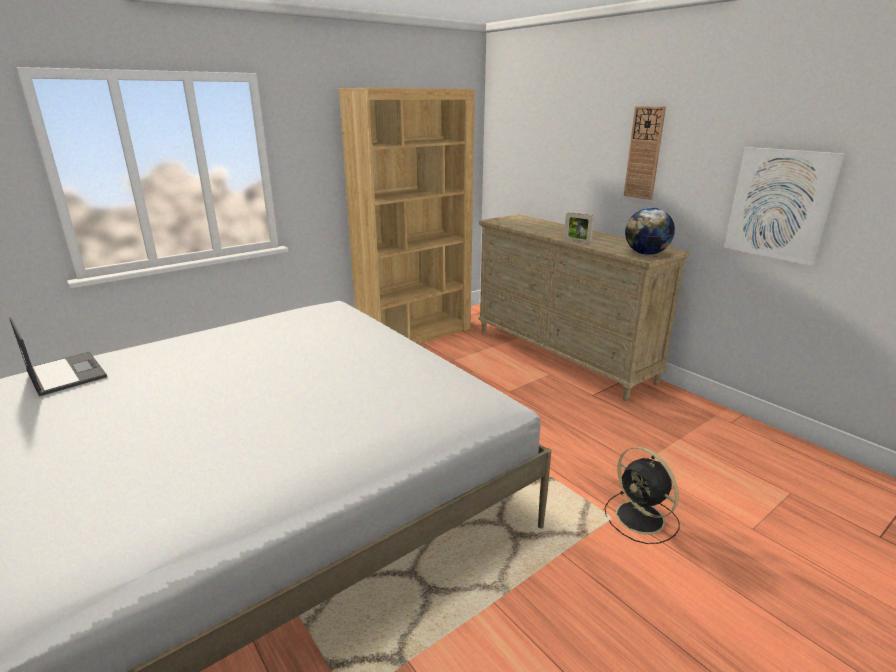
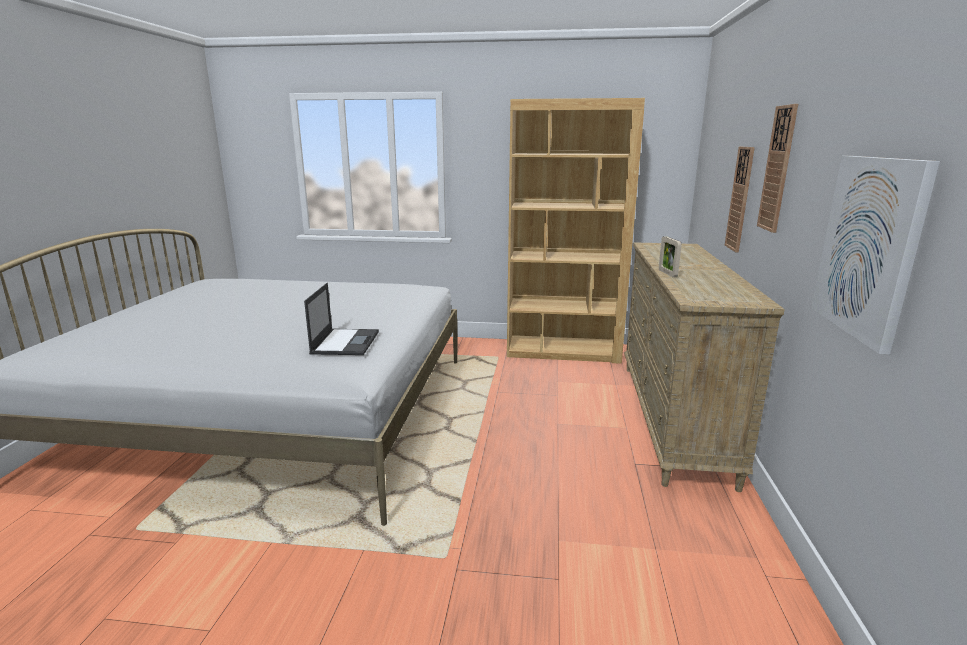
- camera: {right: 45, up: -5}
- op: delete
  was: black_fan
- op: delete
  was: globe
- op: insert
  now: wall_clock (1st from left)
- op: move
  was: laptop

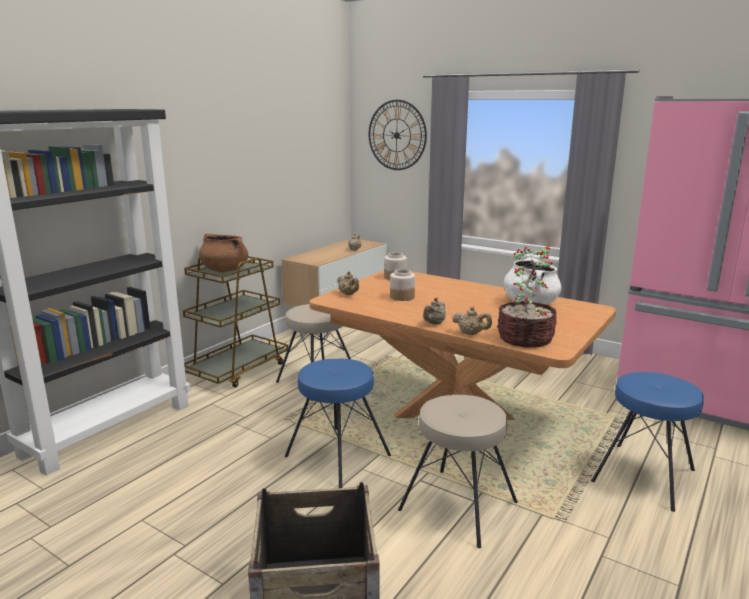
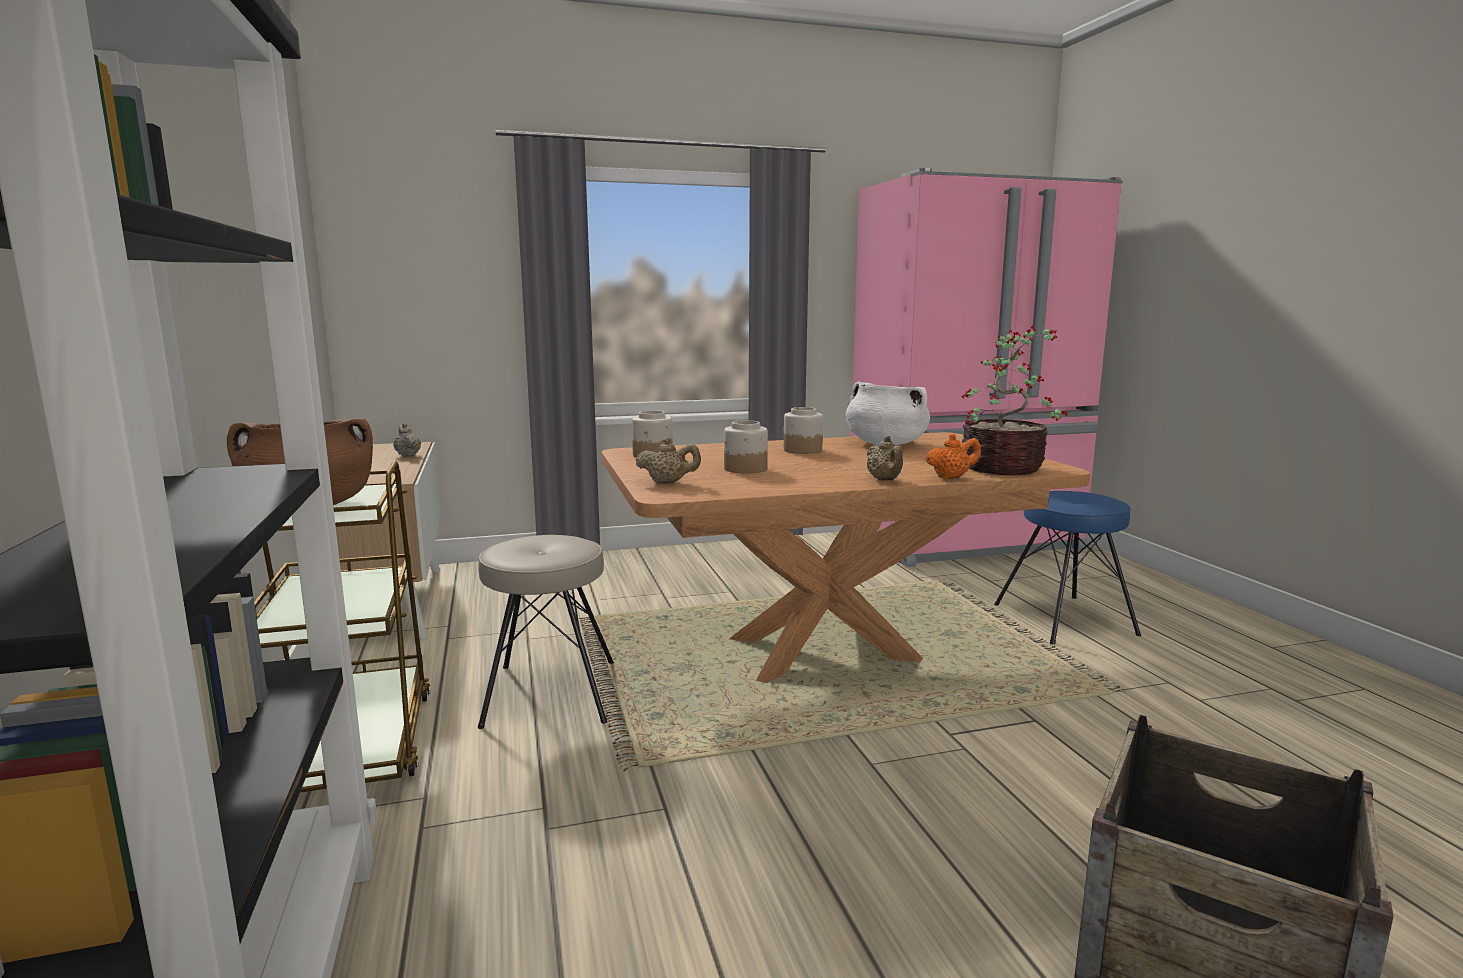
- camera: {right: -50, up: -5}
- op: delete
  was: blue_stool (1st from left)
- op: delete
  was: wall_clock
- op: delete
  was: beige_stool (2nd from left)
- op: insert
  now: jar (3rd from left)
- op: recolor
  was: beige_teapot (4th from left)
  now: orange_teapot

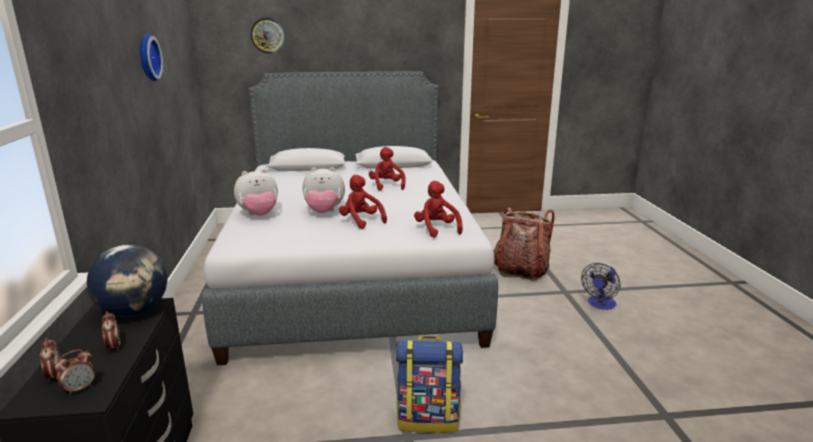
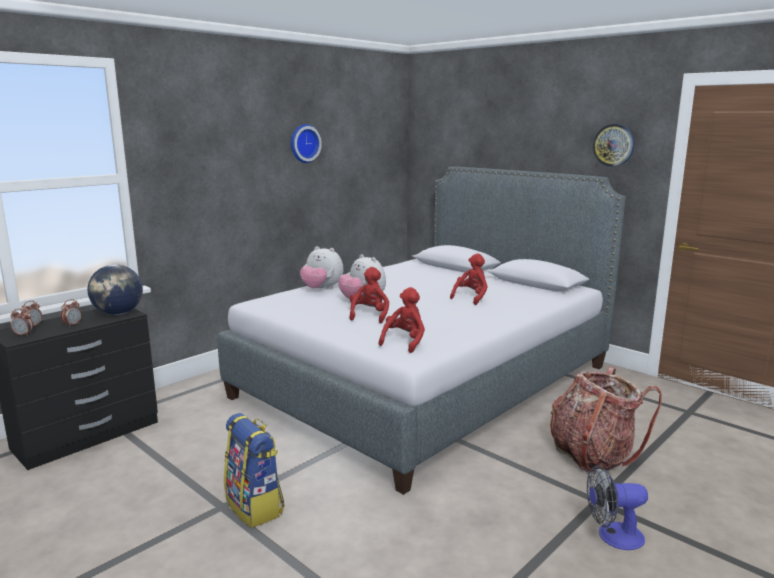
- camera: {right: 50, up: -5}
- op: move
  was: wall_clock (2nd from left)

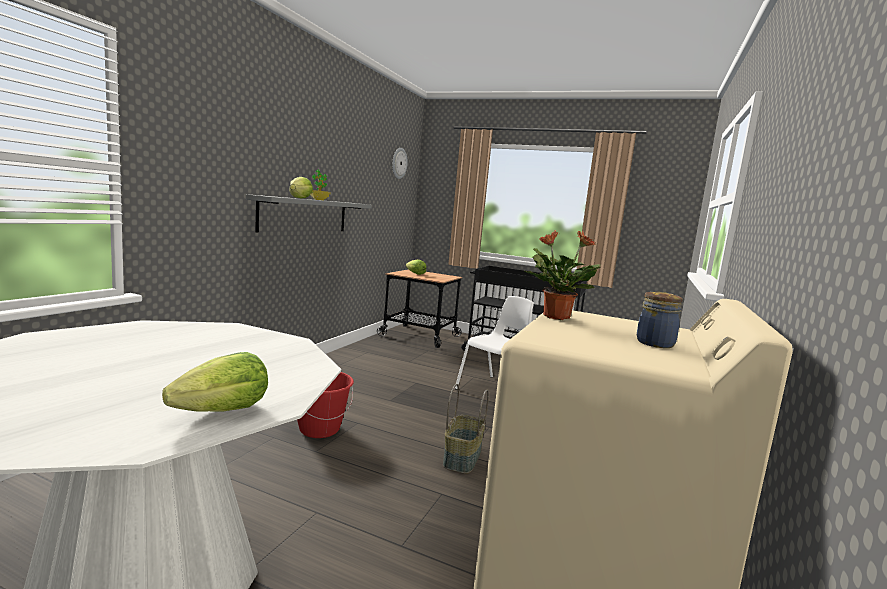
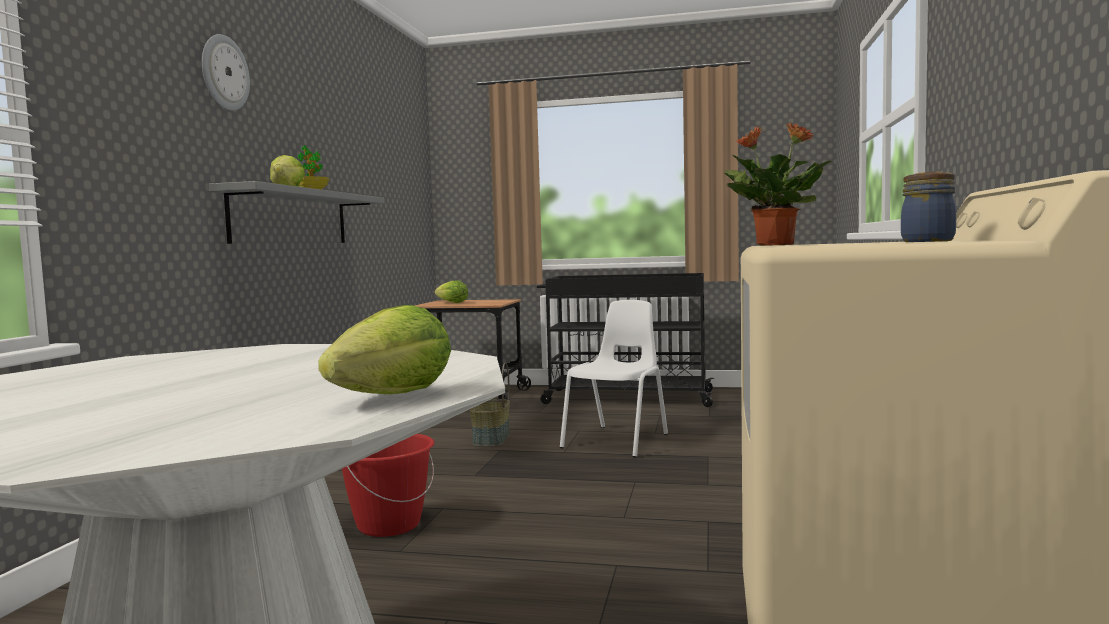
- camera: {right: -10, up: -5}
- op: move
  was: wall_clock
- op: move
  was: basket

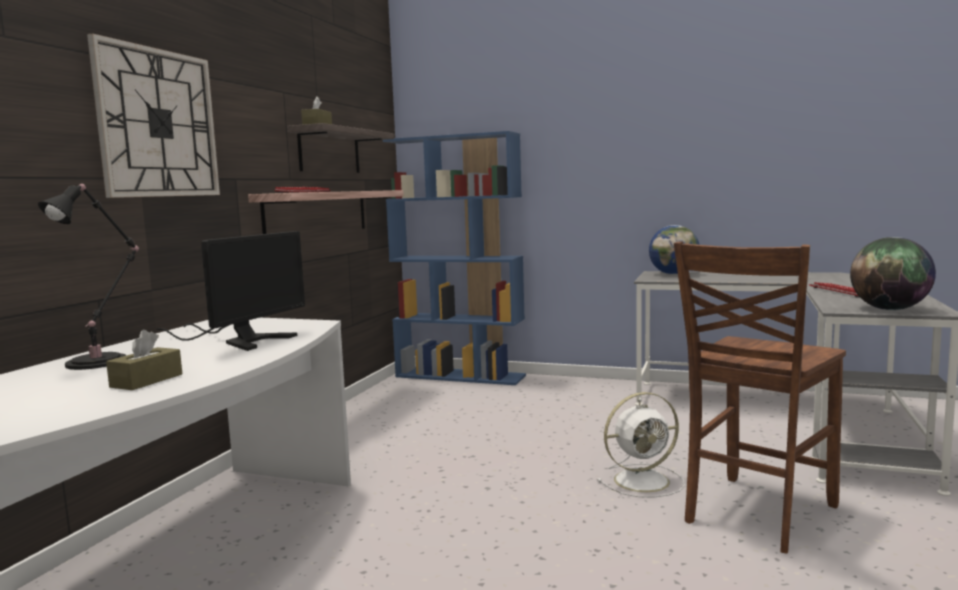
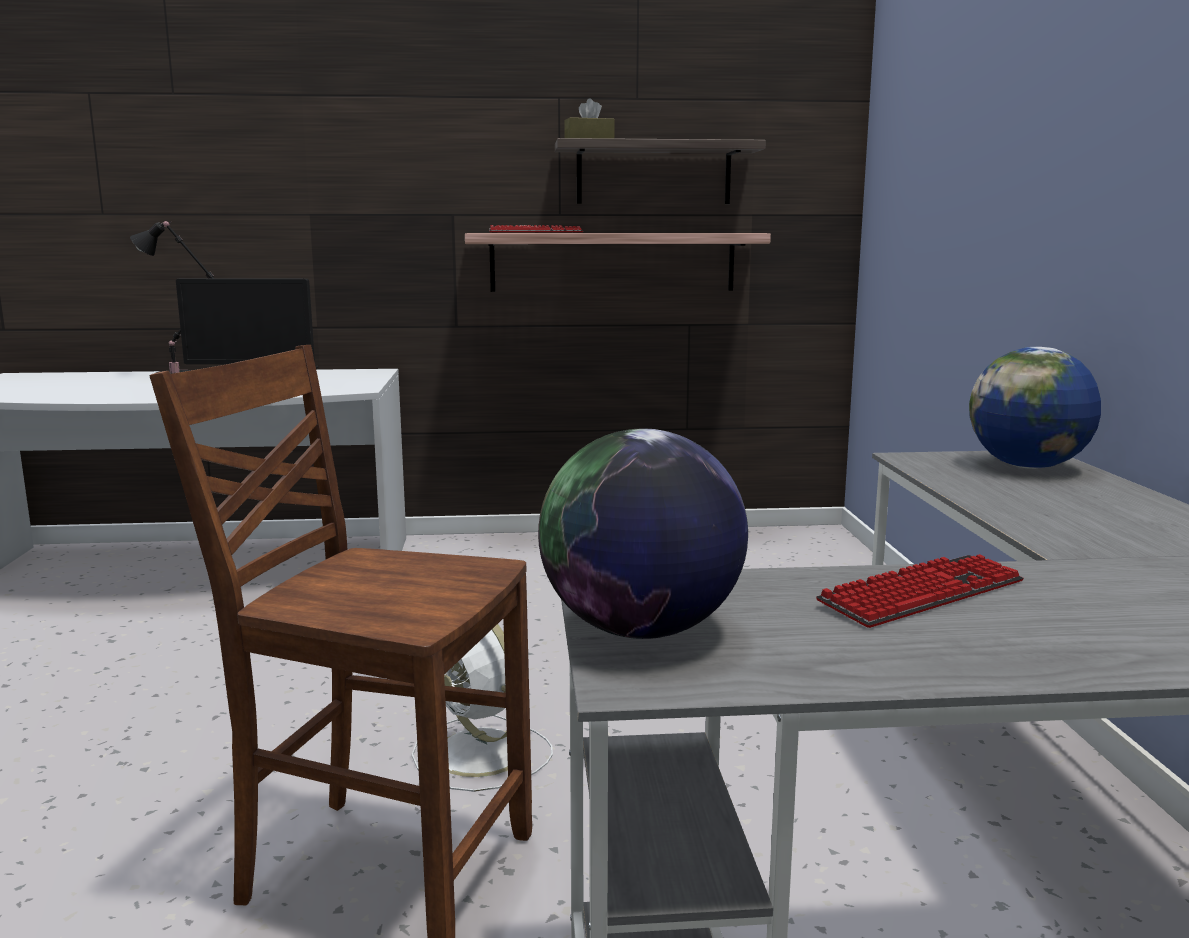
- camera: {right: 65, up: 5}
- op: delete
  was: wall_clock
- op: delete
  was: brown_tissue_box (1st from left)
- op: delete
  was: blue_bookcase

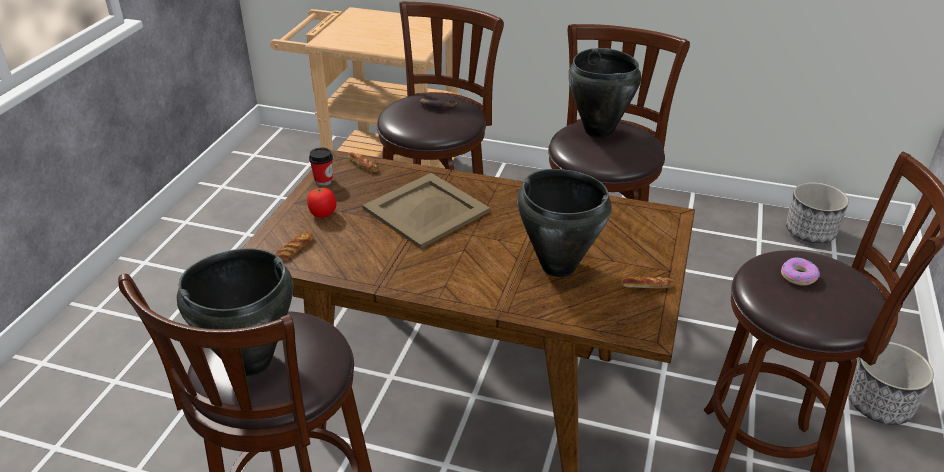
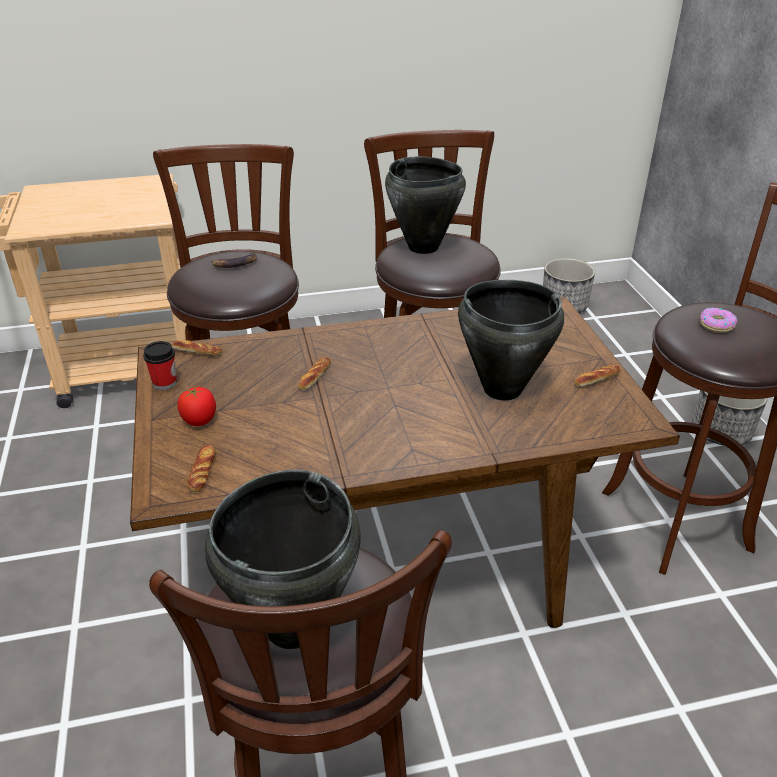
- camera: {right: -30, up: 0}
- op: replace
  was: beige_tray
  now: bread (3rd from left)

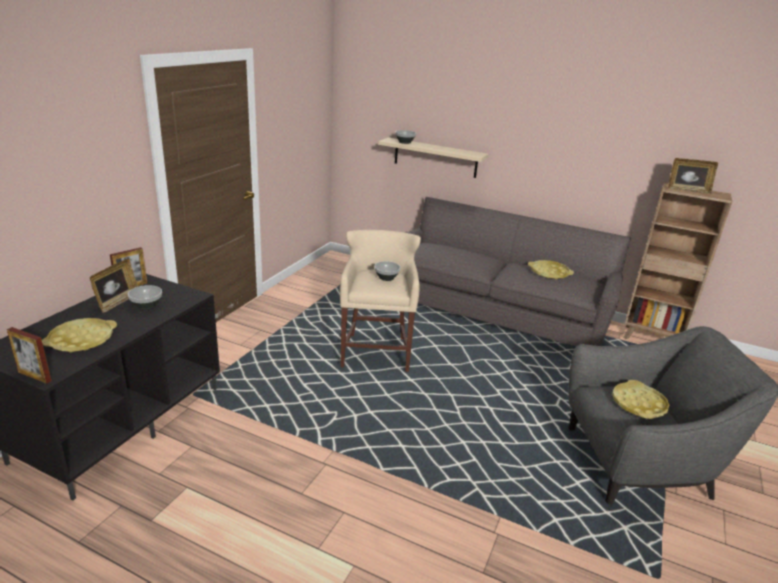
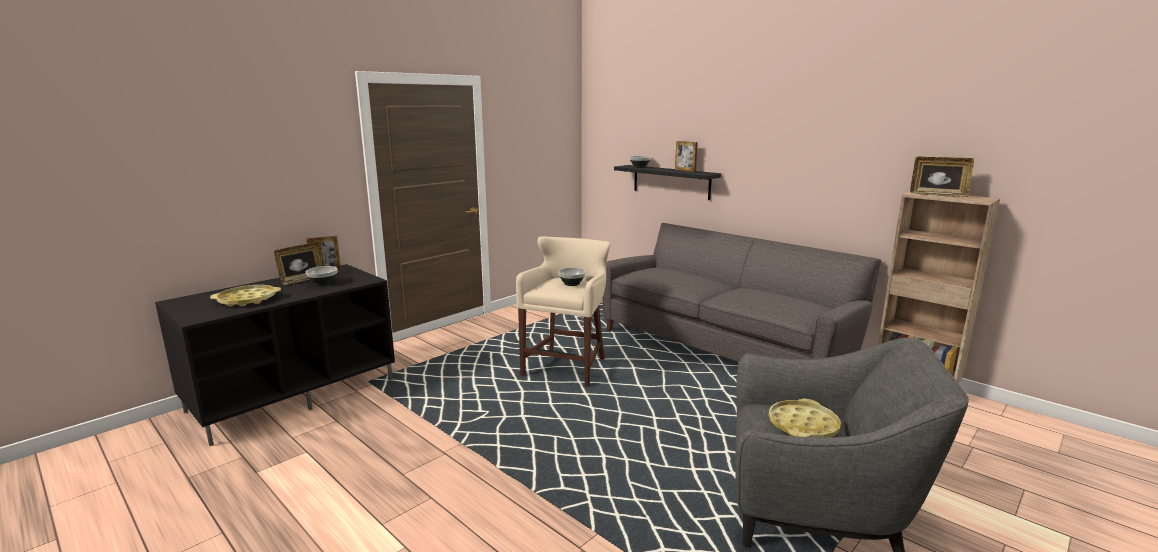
- camera: {right: 20, up: -10}
- op: delete
  was: yellow_tray (2nd from left)
- op: move
  was: picture_frame (1st from left in the first image)
  now: picture_frame (3rd from left)
- op: recolor
  was: beige_shelf
  now: black_shelf

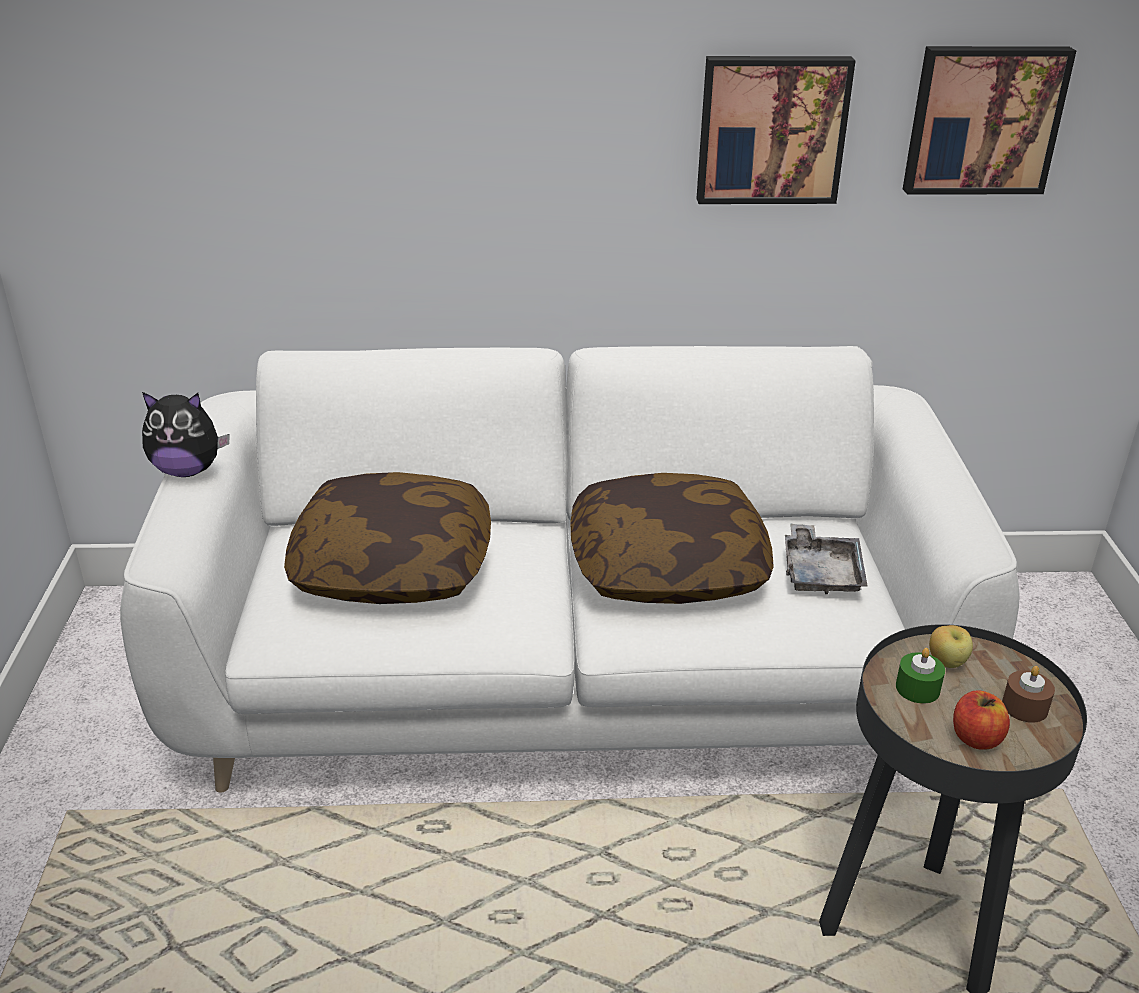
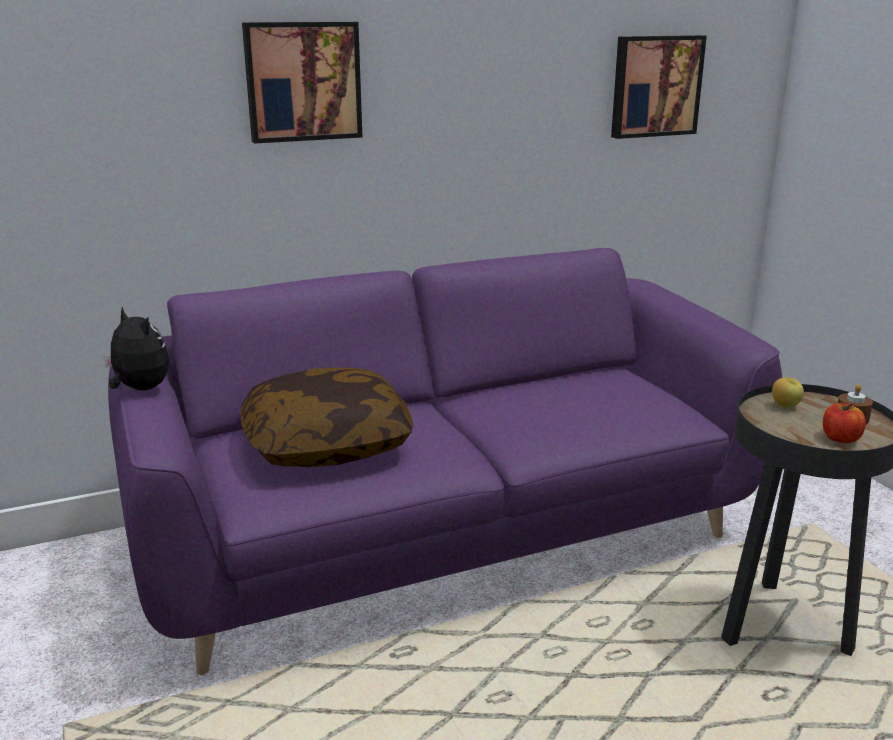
- camera: {right: -20, up: -10}
- op: delete
  was: pillow (2nd from left)
- op: delete
  was: grey_tray
- op: delete
  was: green_candle
- op: move
  was: picture (1st from left)
- op: recolor
  was: white_sofa
  now: purple_sofa
- op: rotate
  was: plush_toy
  clockwise: -120

